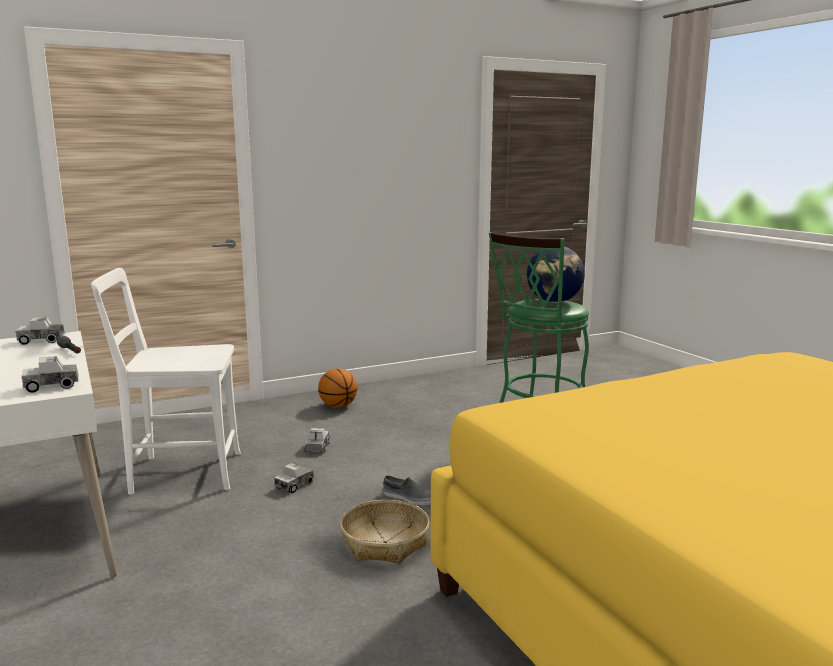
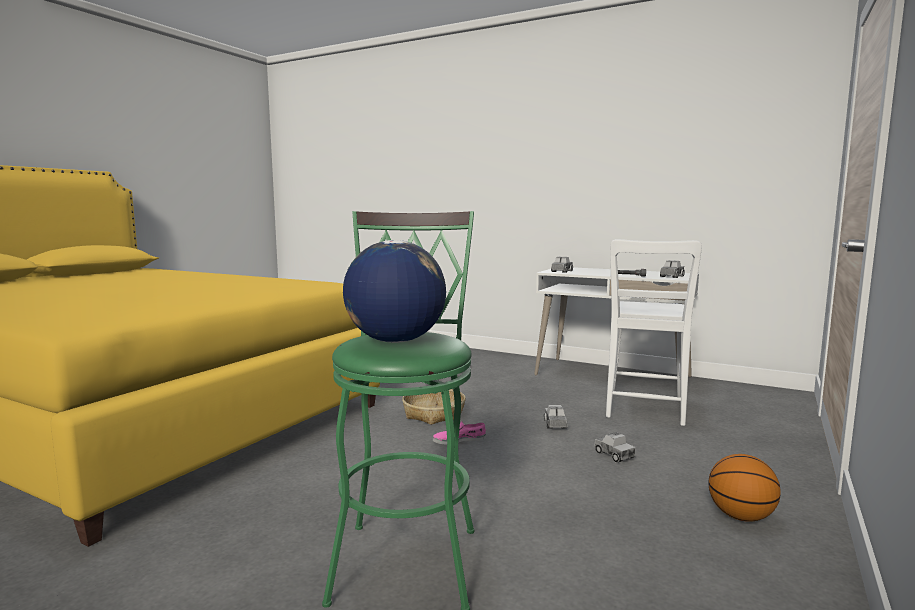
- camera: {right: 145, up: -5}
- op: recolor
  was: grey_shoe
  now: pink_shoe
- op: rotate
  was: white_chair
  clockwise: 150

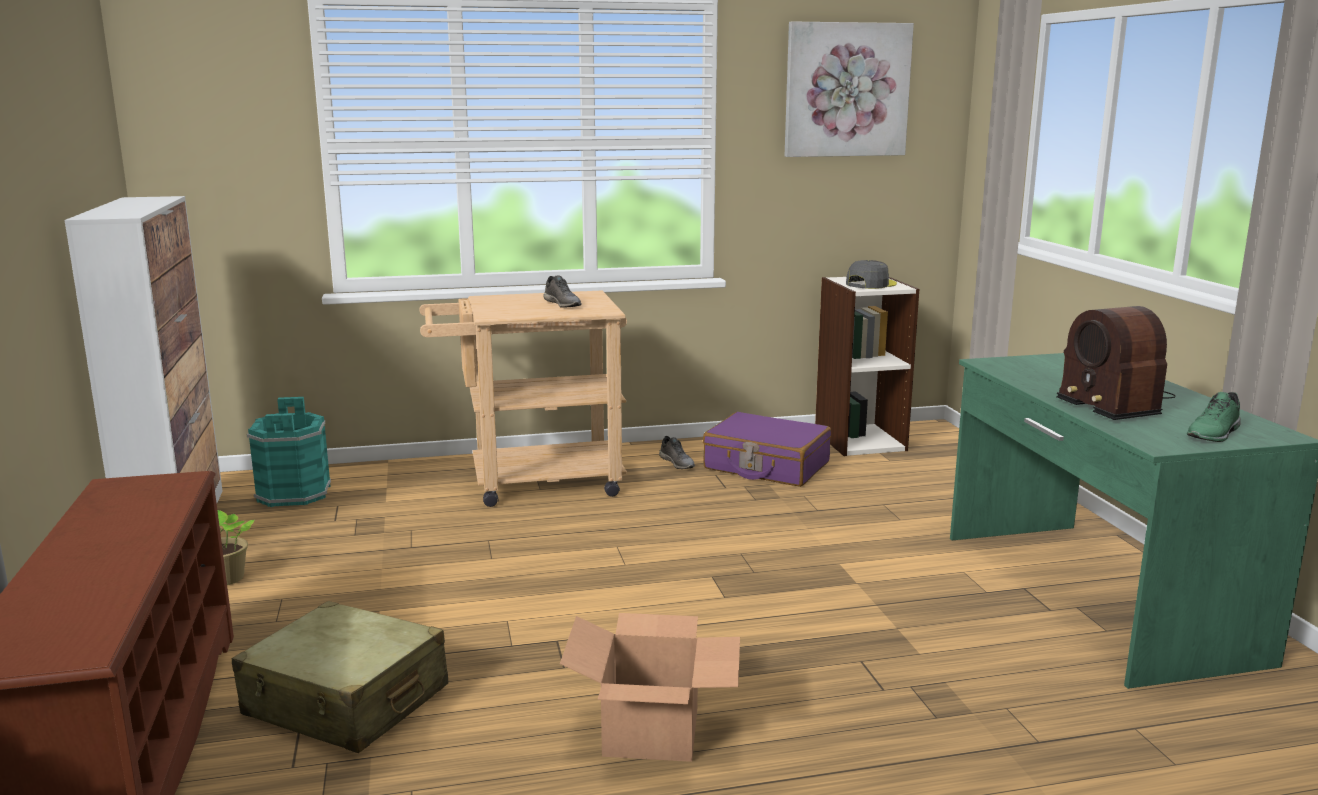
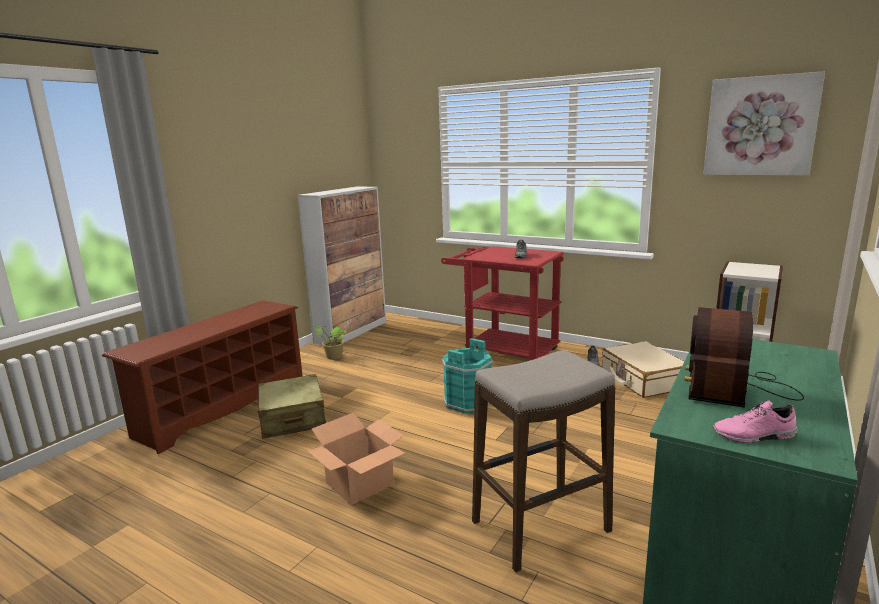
- camera: {right: 45, up: 0}
- op: delete
  was: grey_cap
- op: insert
  now: stool
- op: move
  was: turquoise_bucket
- op: recolor
  was: beige_cart
  now: red_cart
- op: recolor
  was: purple_suitcase
  now: beige_suitcase (2nd from left)
- op: recolor
  was: green_shoe
  now: pink_shoe

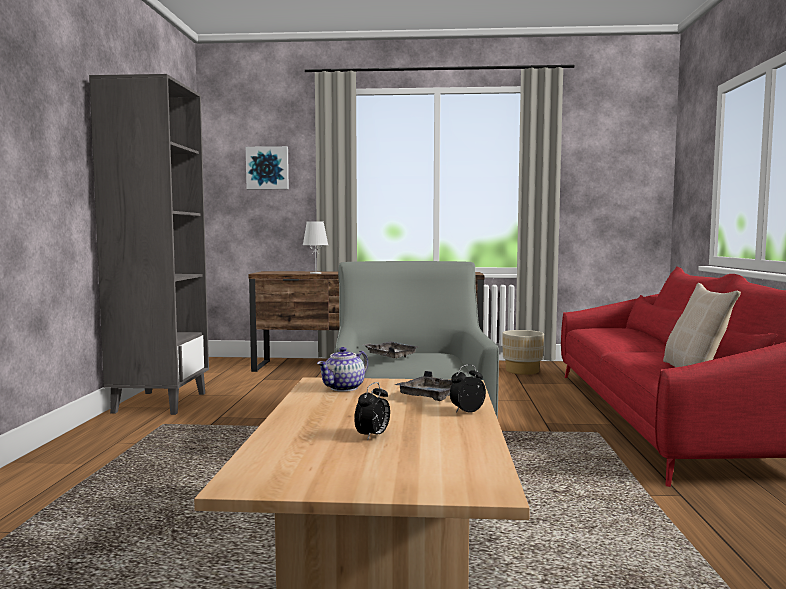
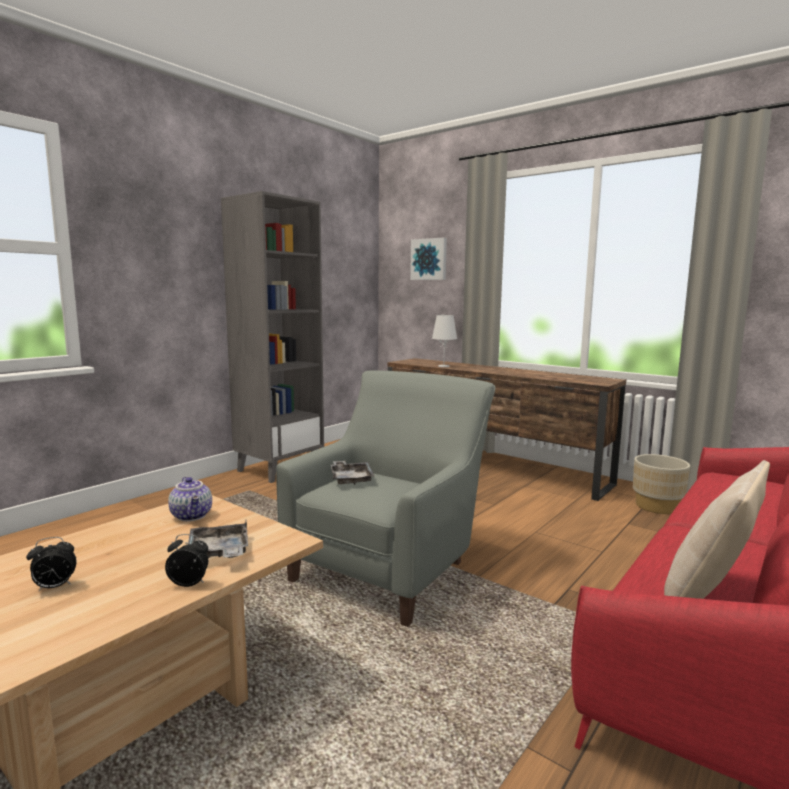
- camera: {right: 35, up: 5}
- op: rotate
  was: teapot
  clockwise: -105

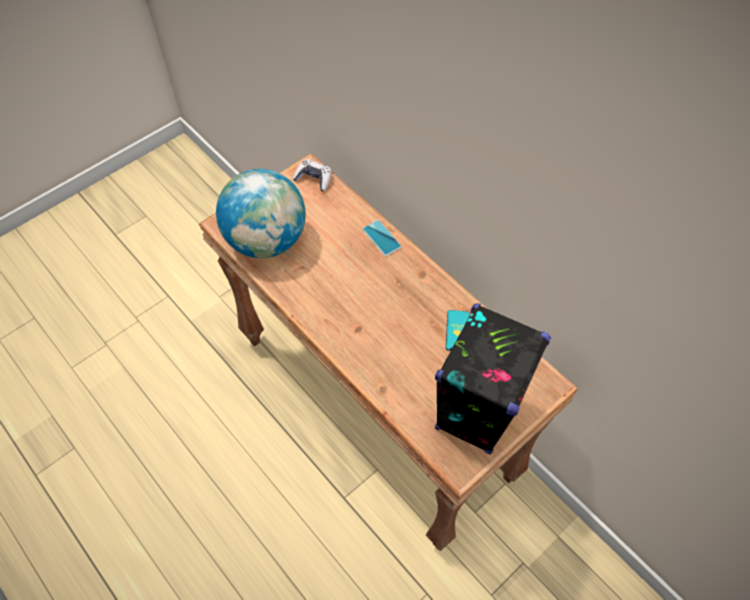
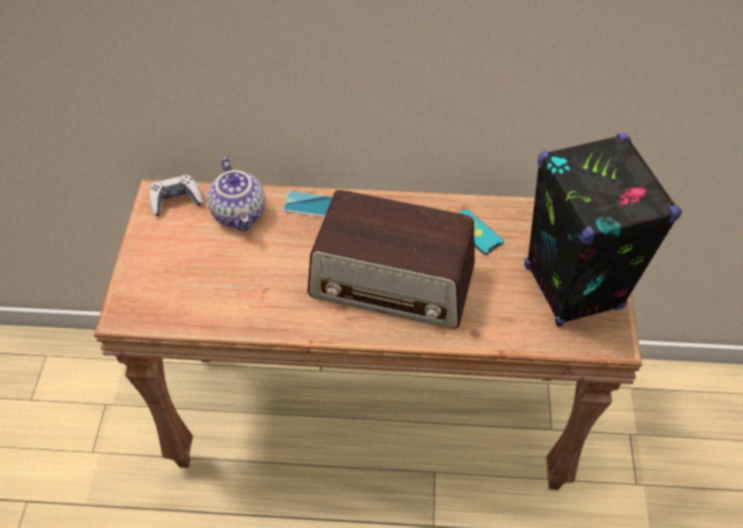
- camera: {right: -45, up: -5}
- op: delete
  was: globe
- op: insert
  now: teapot
- op: insert
  now: radio

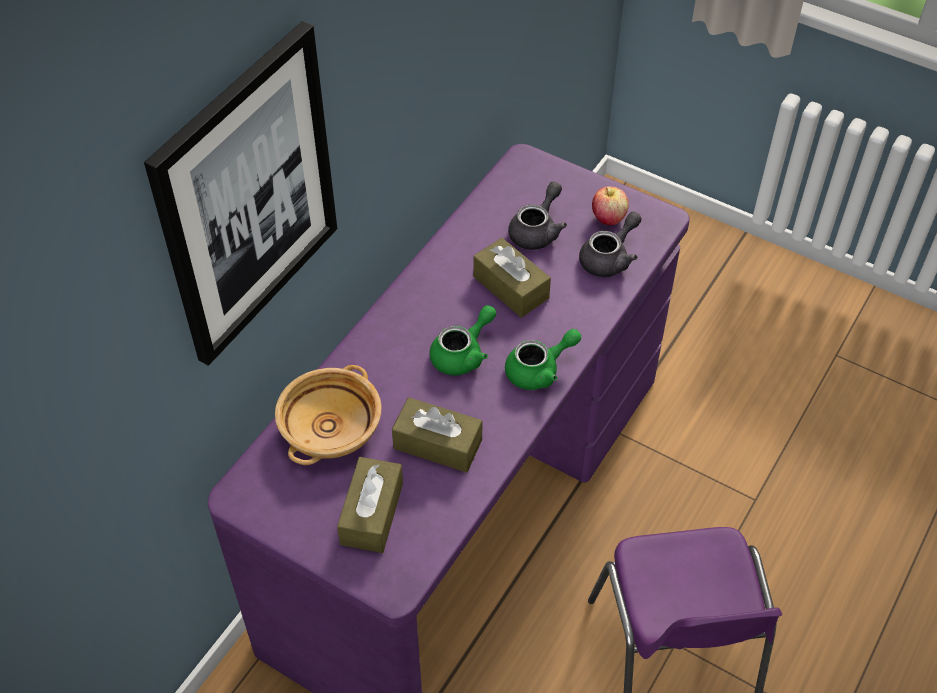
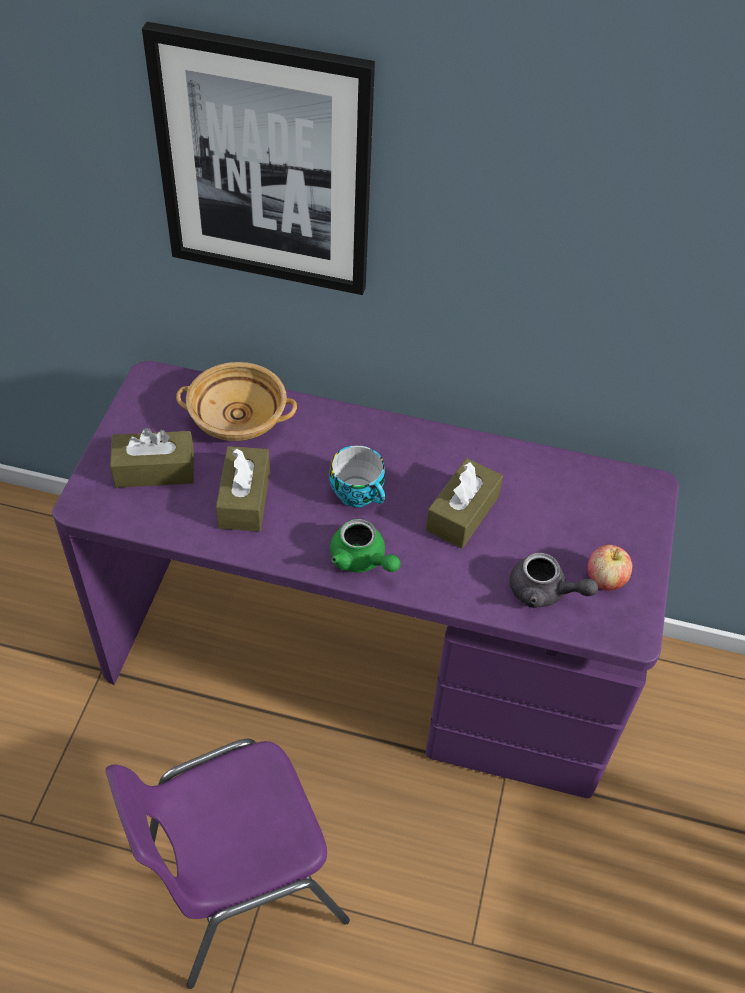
- camera: {right: 70, up: 0}
- op: delete
  was: grey_teapot (1st from left)
- op: replace
  was: green_teapot (1st from left)
  now: cup

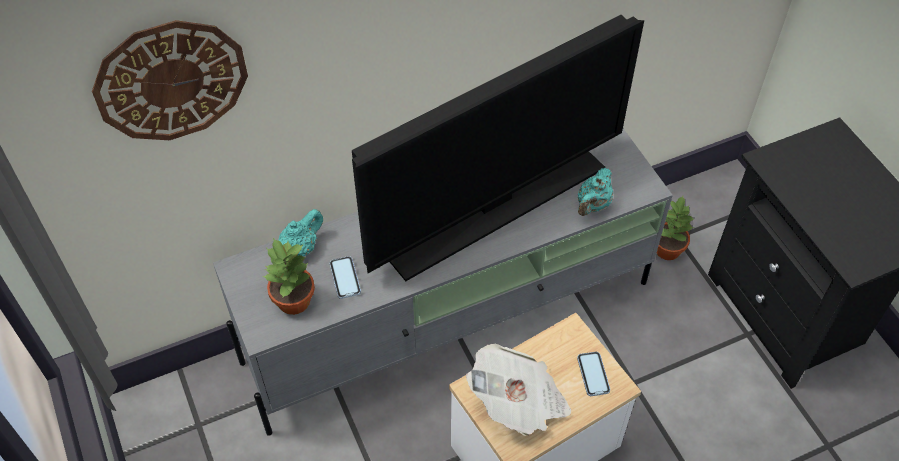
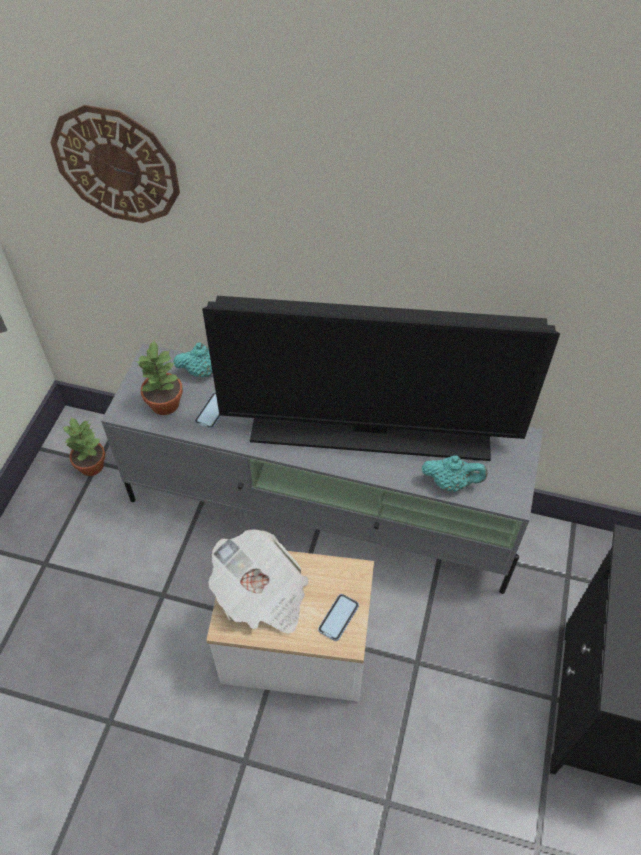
- camera: {right: 40, up: 0}
- op: move
  was: potted_plant (2nd from left in the first image)
  now: potted_plant (1st from left)
- op: rotate
  was: turquoise_teapot (2nd from left)
  clockwise: -150

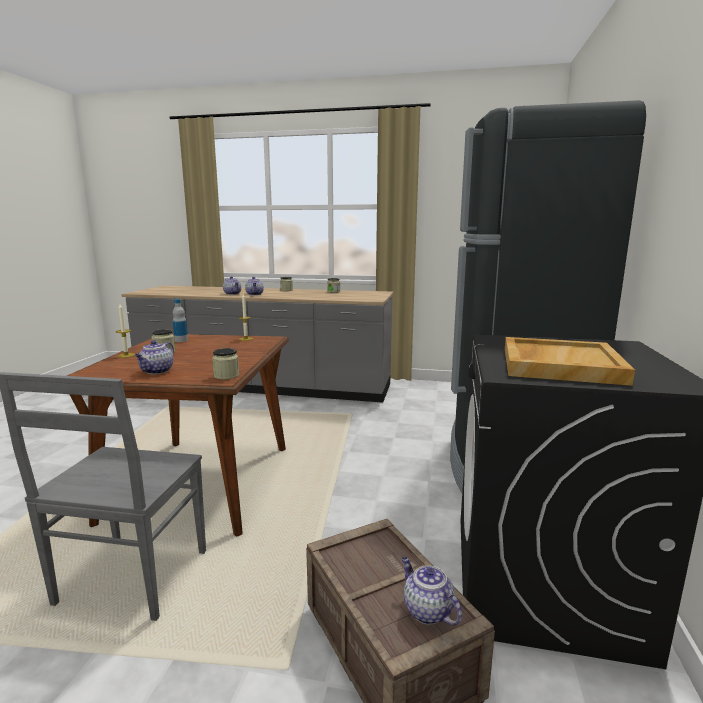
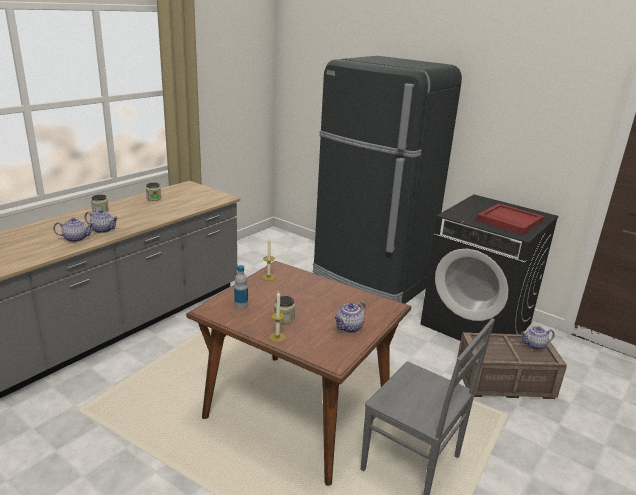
- camera: {right: -65, up: 10}
- op: delete
  was: jar (2nd from left)
- op: recolor
  was: beige_tray
  now: red_tray
- op: rotate
  was: teapot (1st from left in the first image)
  clockwise: 90

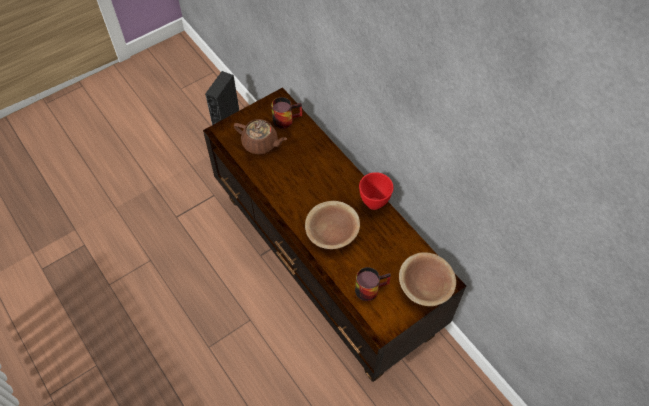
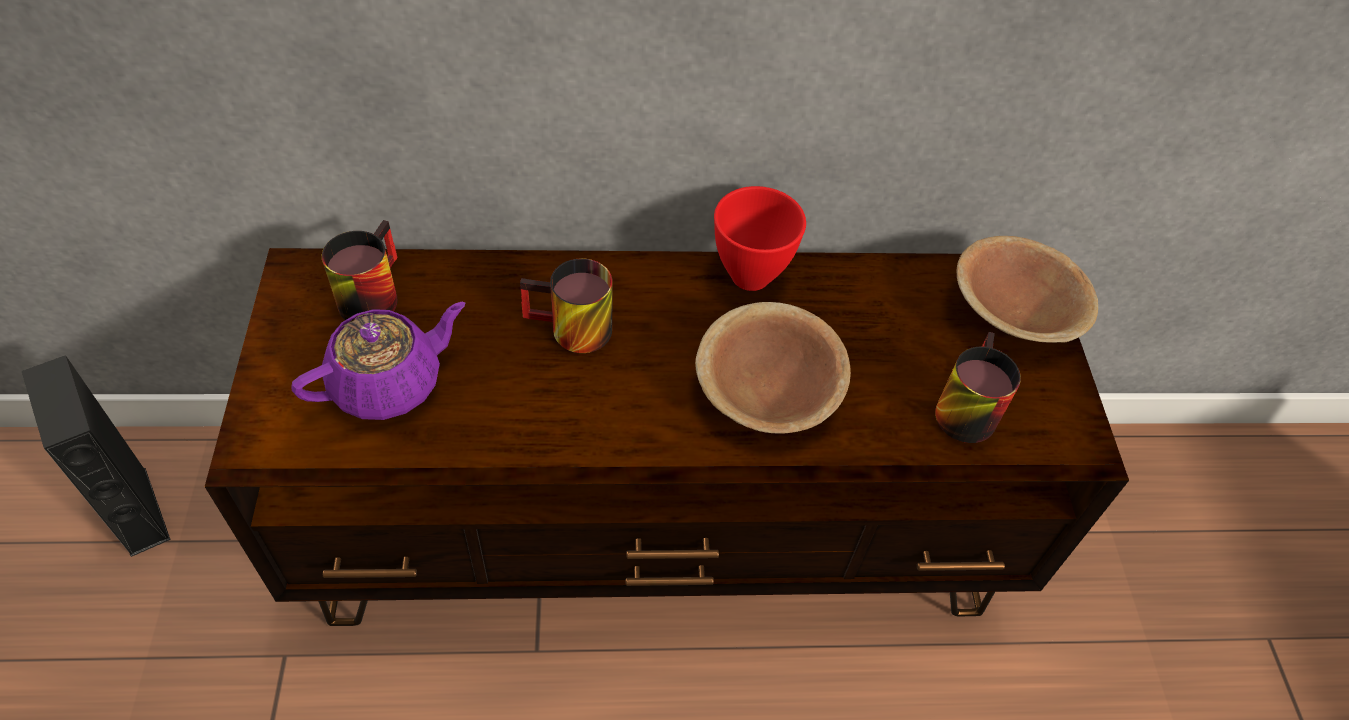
- camera: {right: -60, up: -5}
- op: insert
  now: mug (2nd from left)
- op: recolor
  was: brown_teapot
  now: purple_teapot

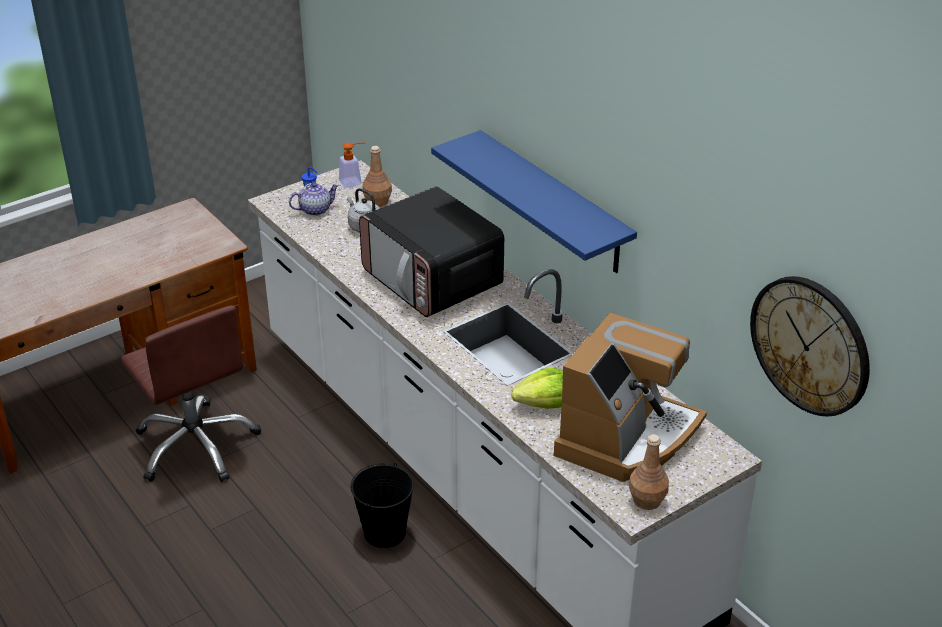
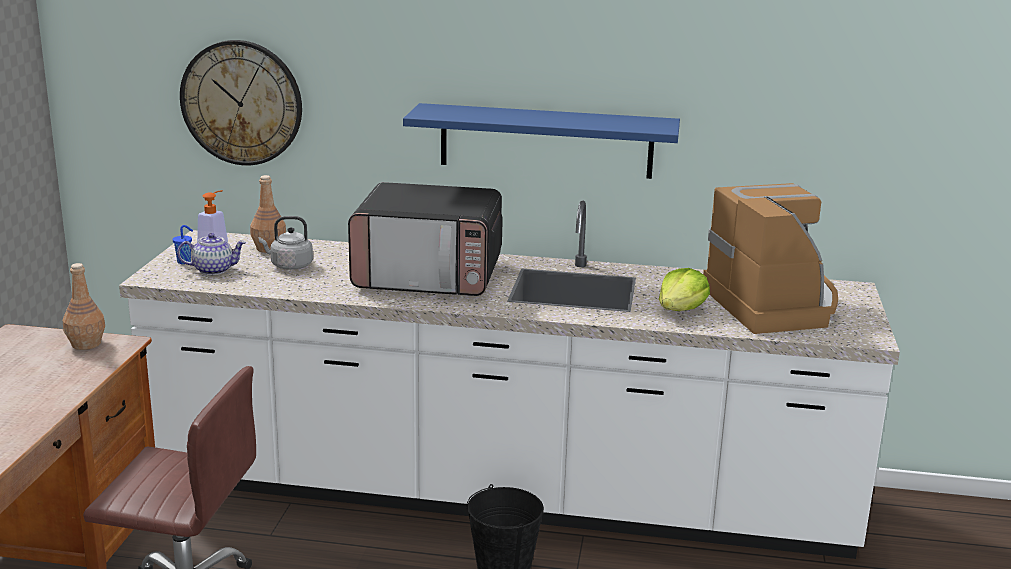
- camera: {right: -45, up: -15}
- op: move
  was: brown_bottle (2nd from left in the first image)
  now: brown_bottle (1st from left)
- op: move
  was: wall_clock
- op: rotate
  was: teapot
  clockwise: 60

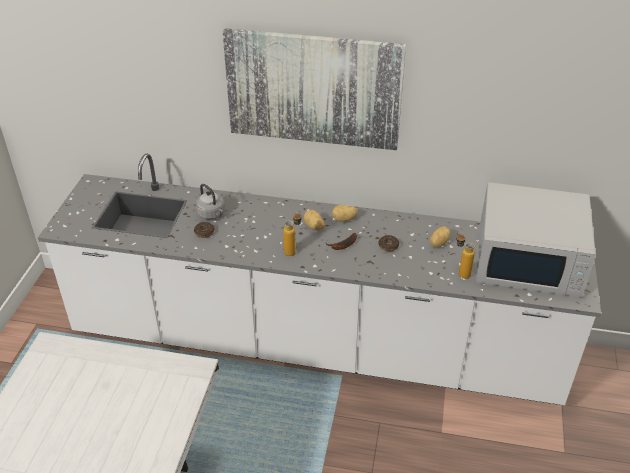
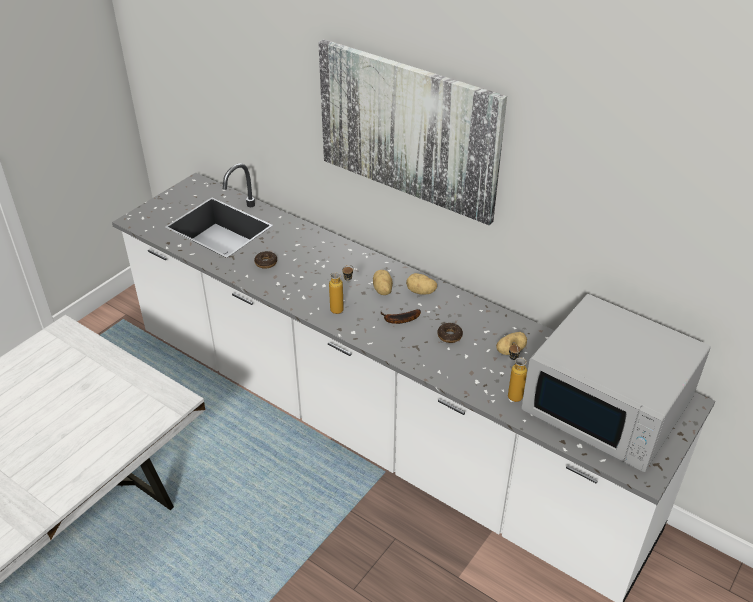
- camera: {right: 25, up: 0}
- op: delete
  was: grey_kettle

